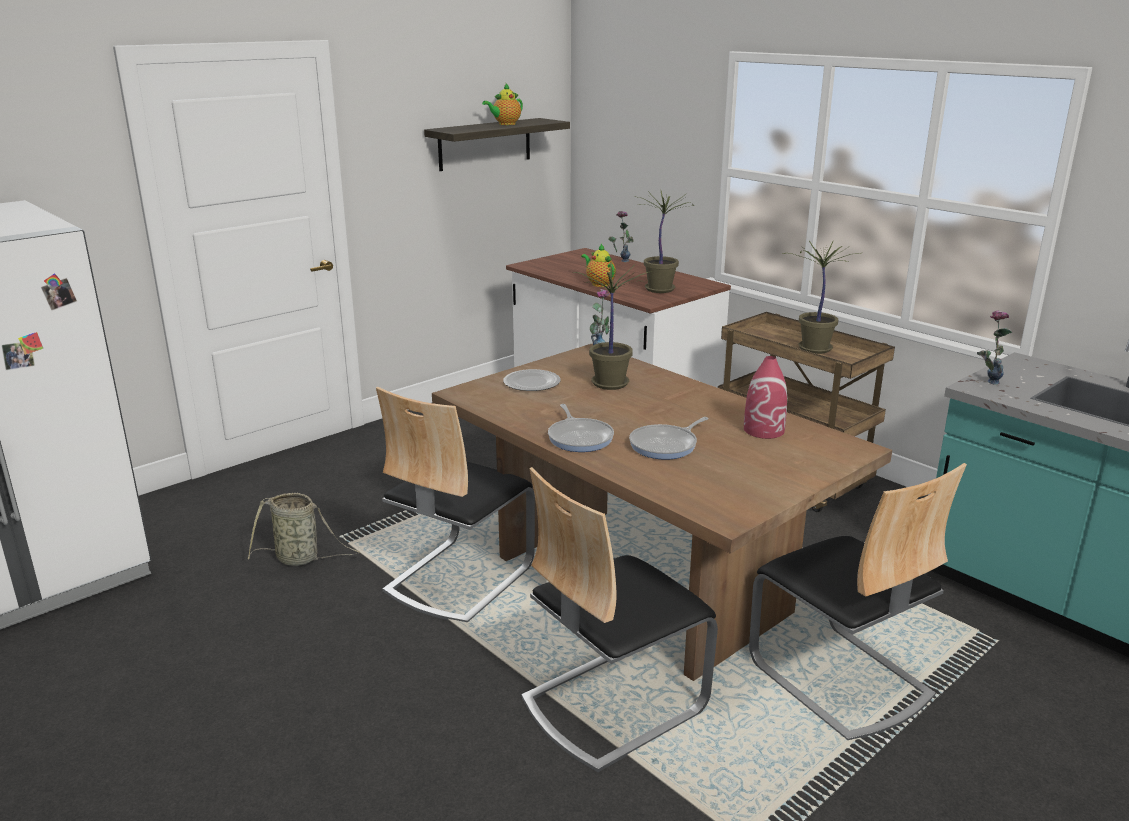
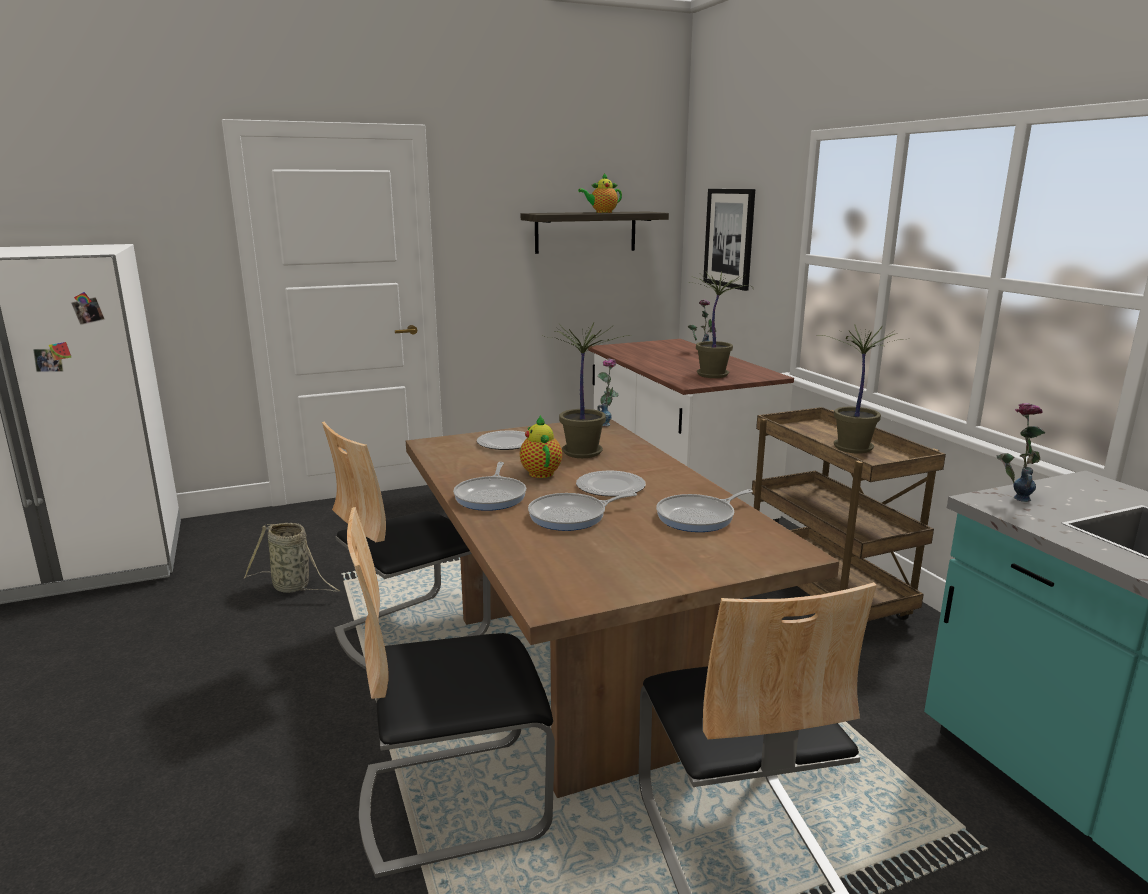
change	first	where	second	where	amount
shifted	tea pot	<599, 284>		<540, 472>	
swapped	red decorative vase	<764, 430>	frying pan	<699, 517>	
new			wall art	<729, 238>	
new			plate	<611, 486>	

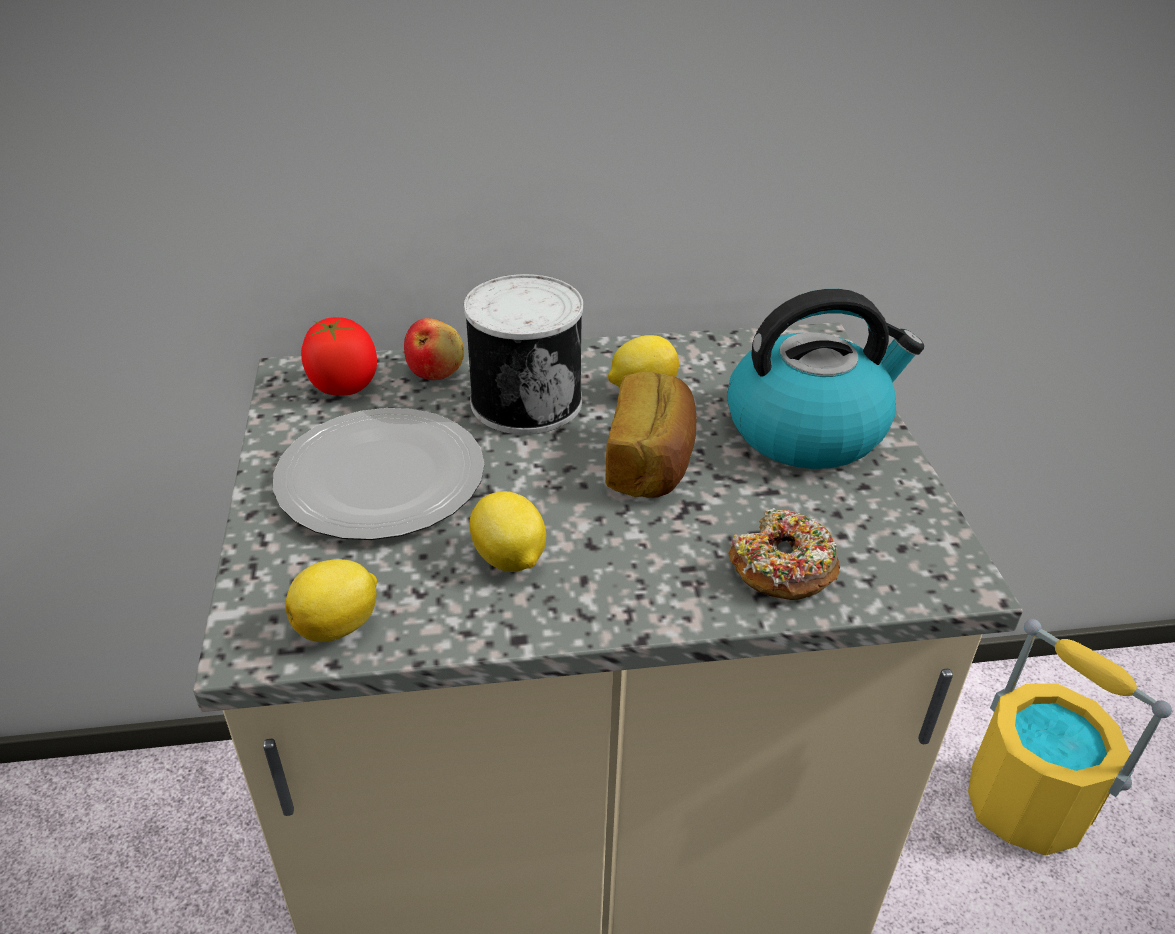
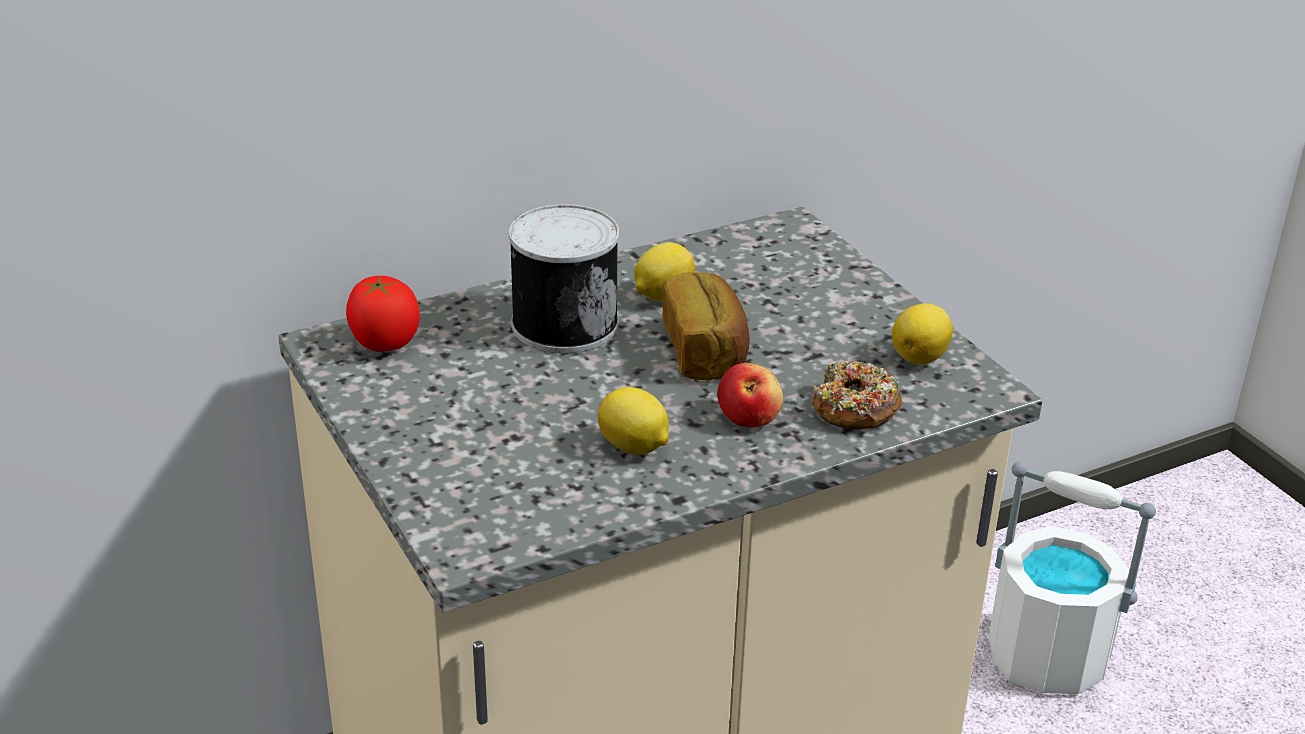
change	first	where	second	where	amount
gone	kettle	<808, 429>			
shifted	apple fruit	<436, 371>		<749, 417>	
gone	plate	<378, 480>			
shifted	whole lemon	<339, 626>		<920, 357>	
repainted	yellow bucket	<1027, 804>	whitish bucket	<1048, 657>	

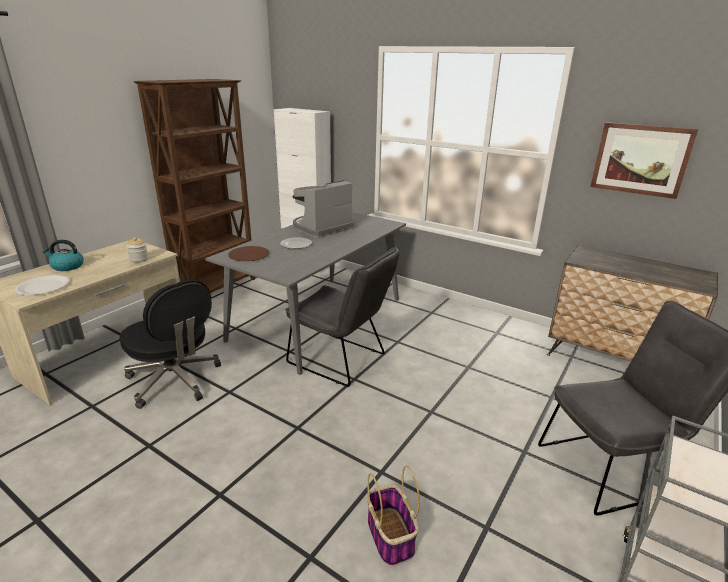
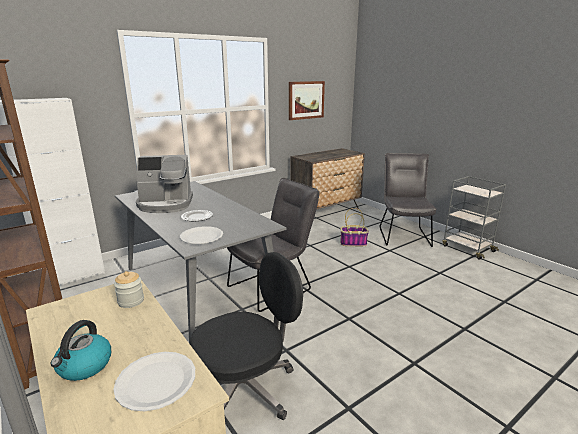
change	first	where	second	where	amount
rotated	coffee maker	<321, 228>		<165, 204>	75 degrees counterclockwise
repainted	brown plate	<249, 255>	whitish plate	<201, 236>	
shifted	basket	<391, 537>		<353, 243>	

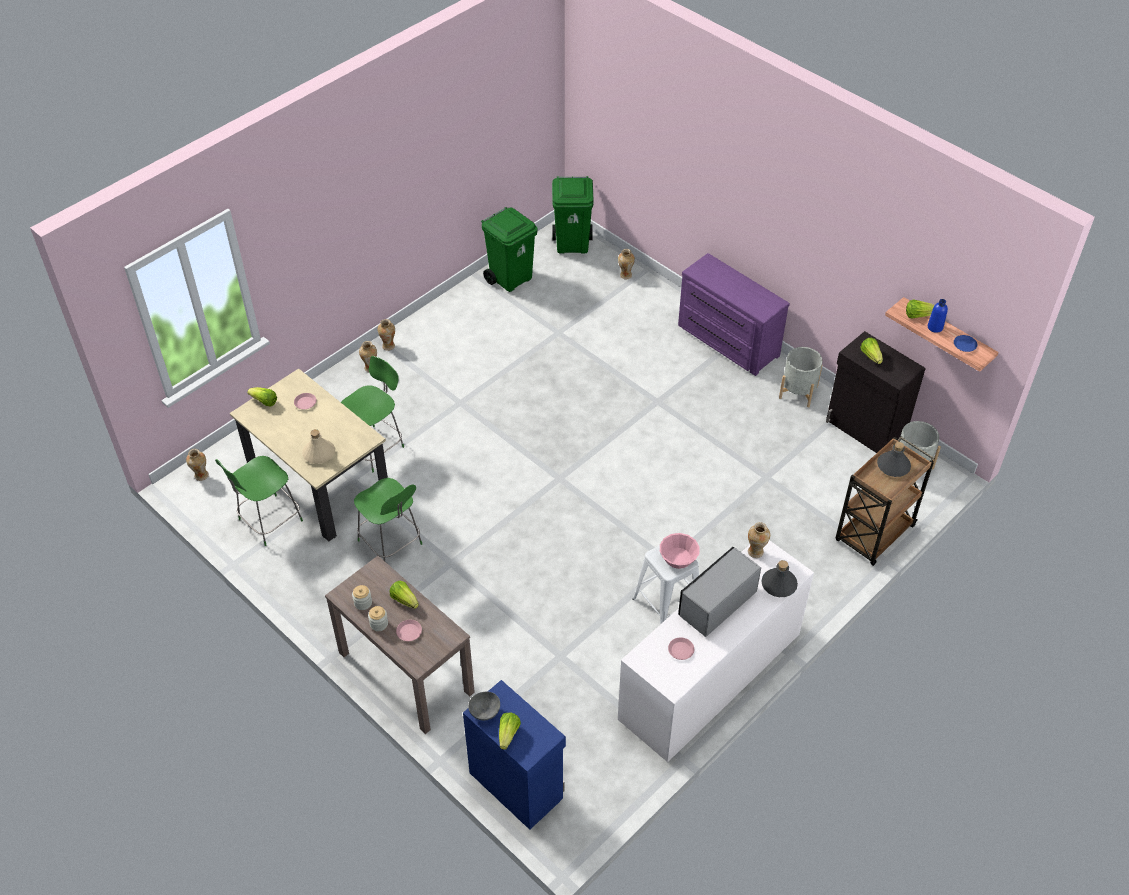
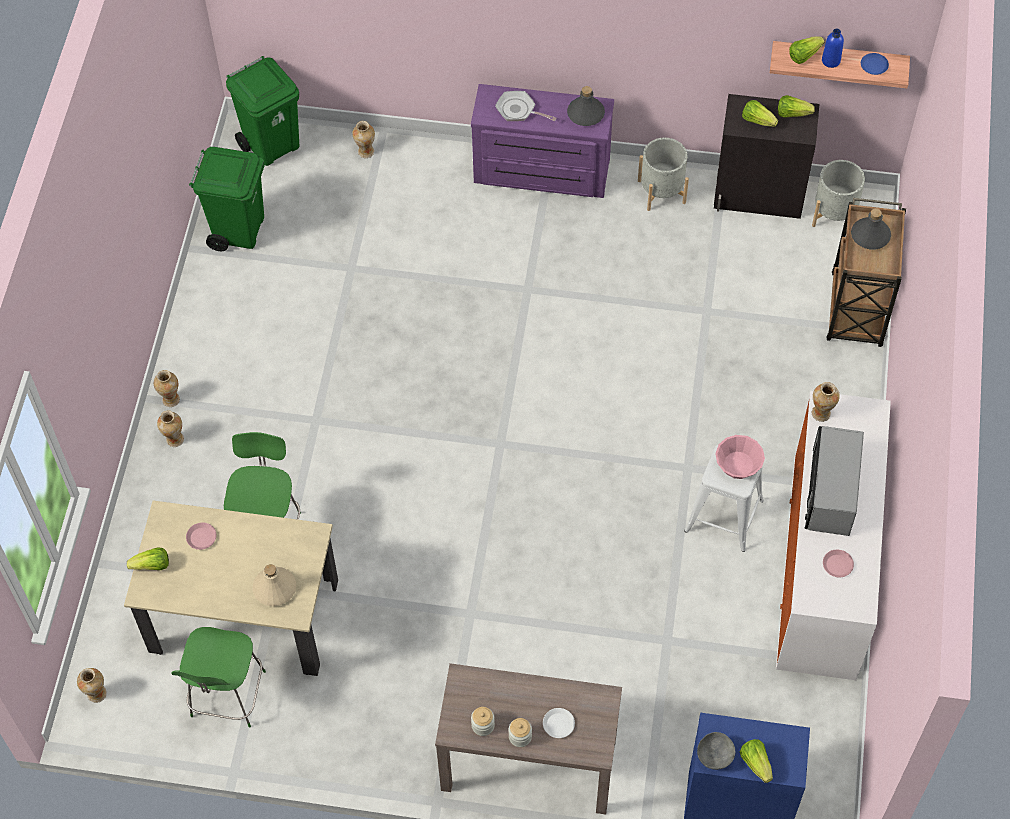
change	first	where	second	where	amount
gone	green plain chair	<391, 544>			
shifted	gray beverage bottle	<779, 584>		<586, 113>	
shifted	lettuce head	<404, 600>		<792, 113>	
repainted	pink plate	<409, 632>	whitish plate	<558, 724>	
new			frying pan	<518, 110>	

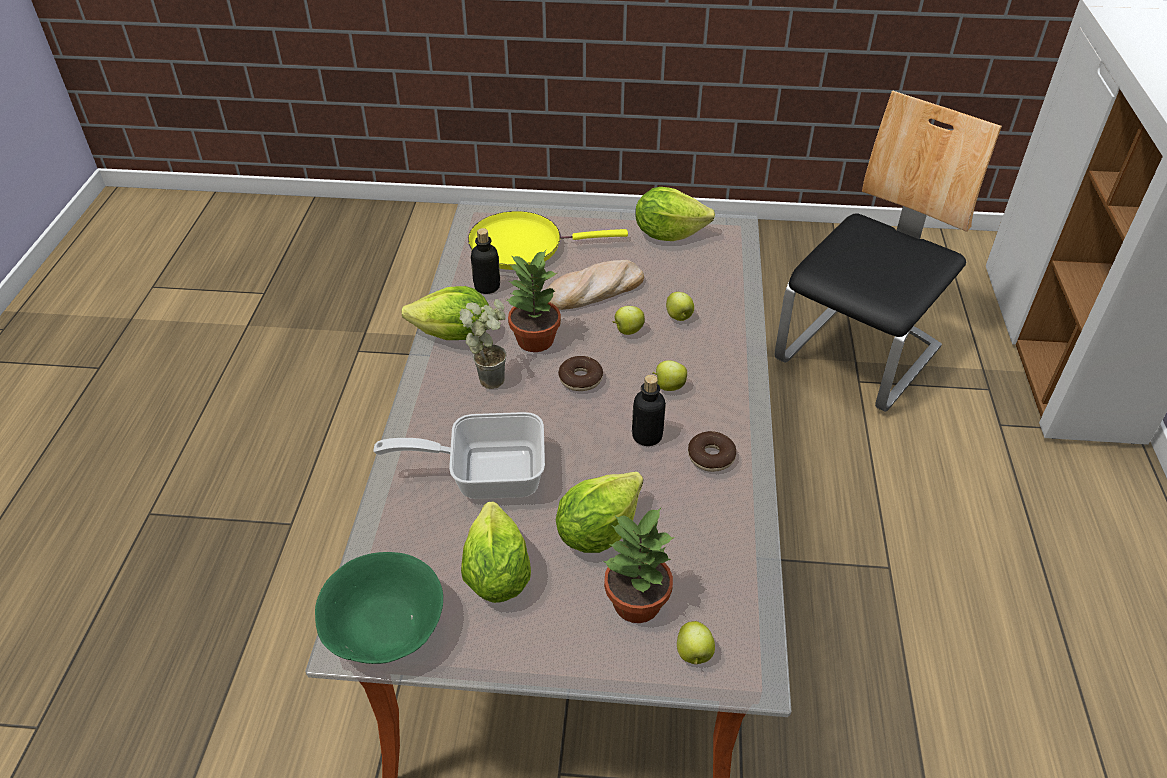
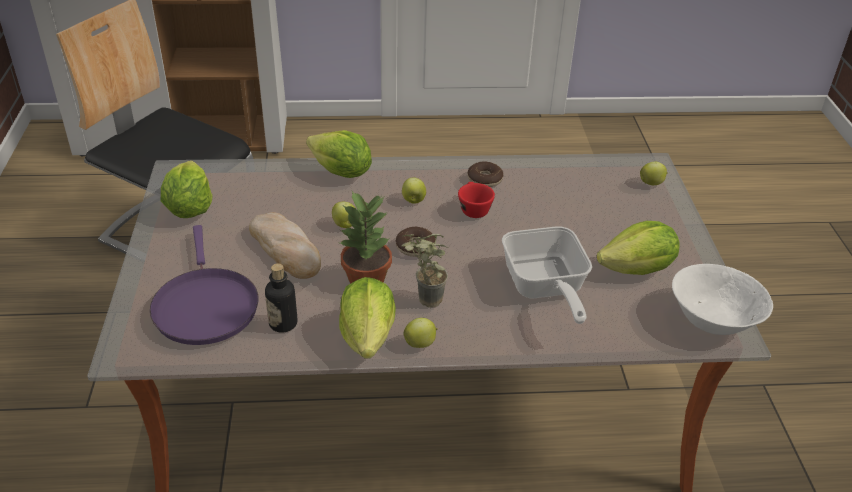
change	first	where	second	where	amount
repainted	yellow frying pan	<522, 245>	purple-coloured frying pan	<205, 306>	
shifted	apple fruit	<679, 317>		<420, 343>	
swapped	beverage bottle	<647, 436>	red small cup	<473, 208>	
shifted	lettuce head	<597, 530>		<341, 172>	
gone	potted plant	<635, 603>			
repainted	green deep dish	<383, 628>	whitish deep dish	<713, 319>	

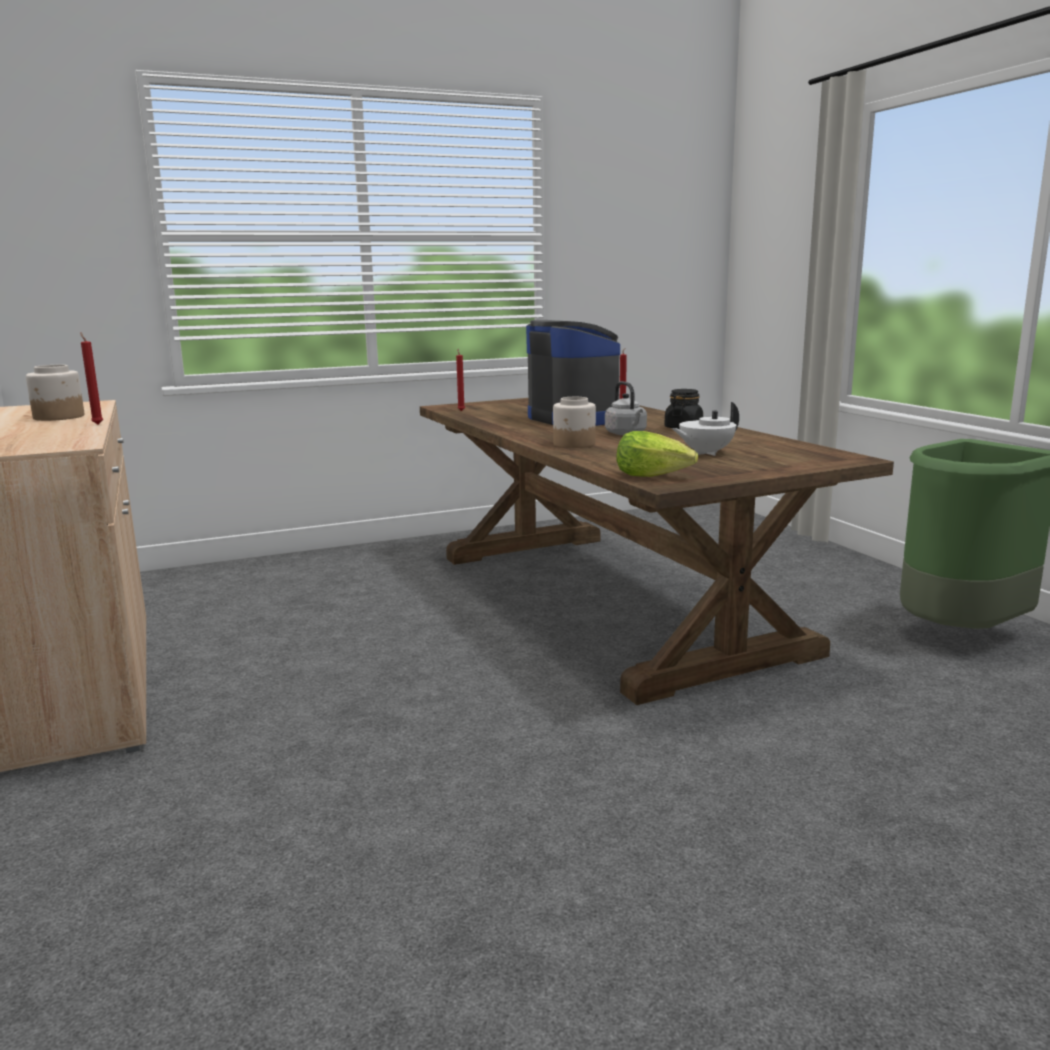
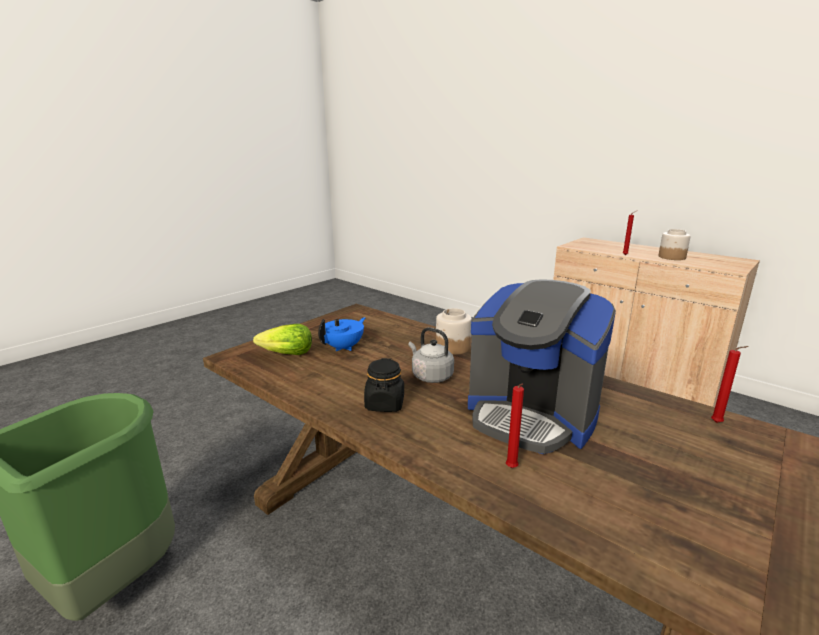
change	first	where	second	where	amount
repainted	whitish tea pot	<705, 453>	bluish tea pot	<344, 347>	
shifted	lettuce head	<653, 476>		<286, 354>	

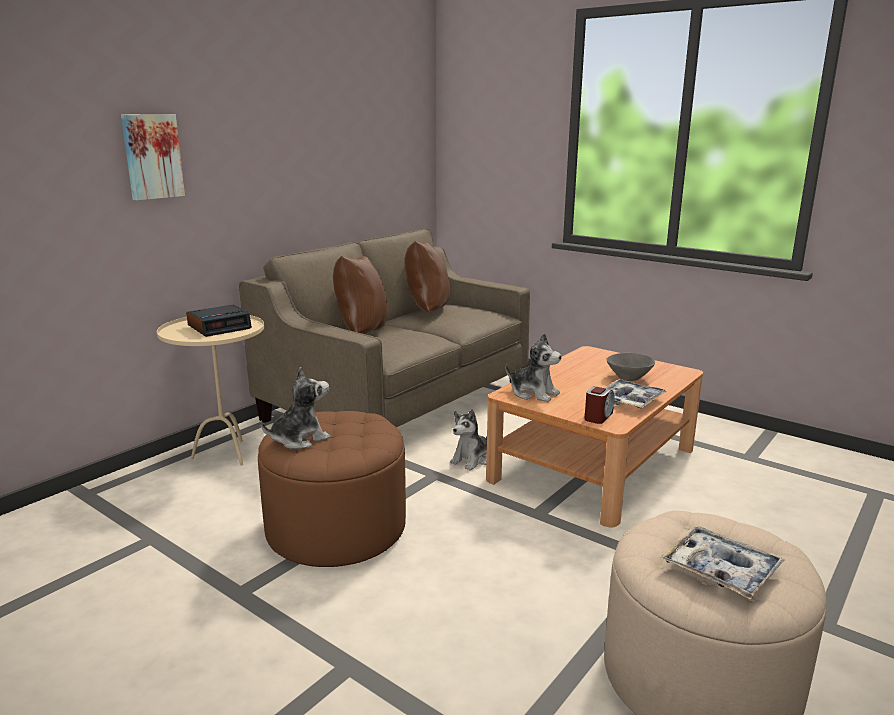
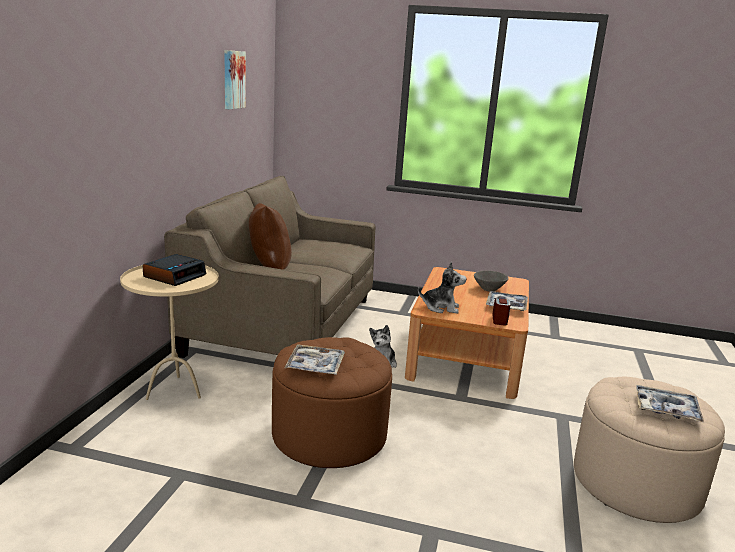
change	first	where	second	where	amount
shifted	wall art	<152, 156>		<232, 79>	
gone	brown pillow	<426, 311>			
swapped	soft toy	<299, 439>	carrying tray	<315, 366>	

